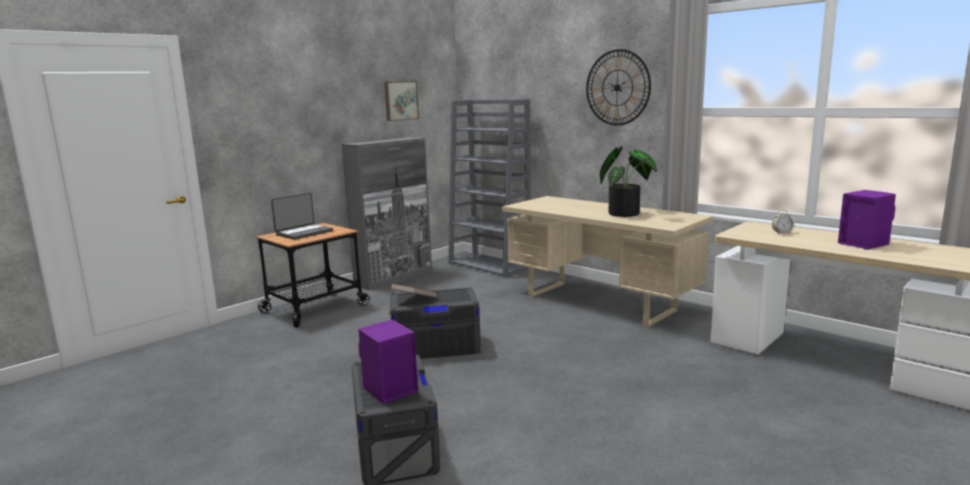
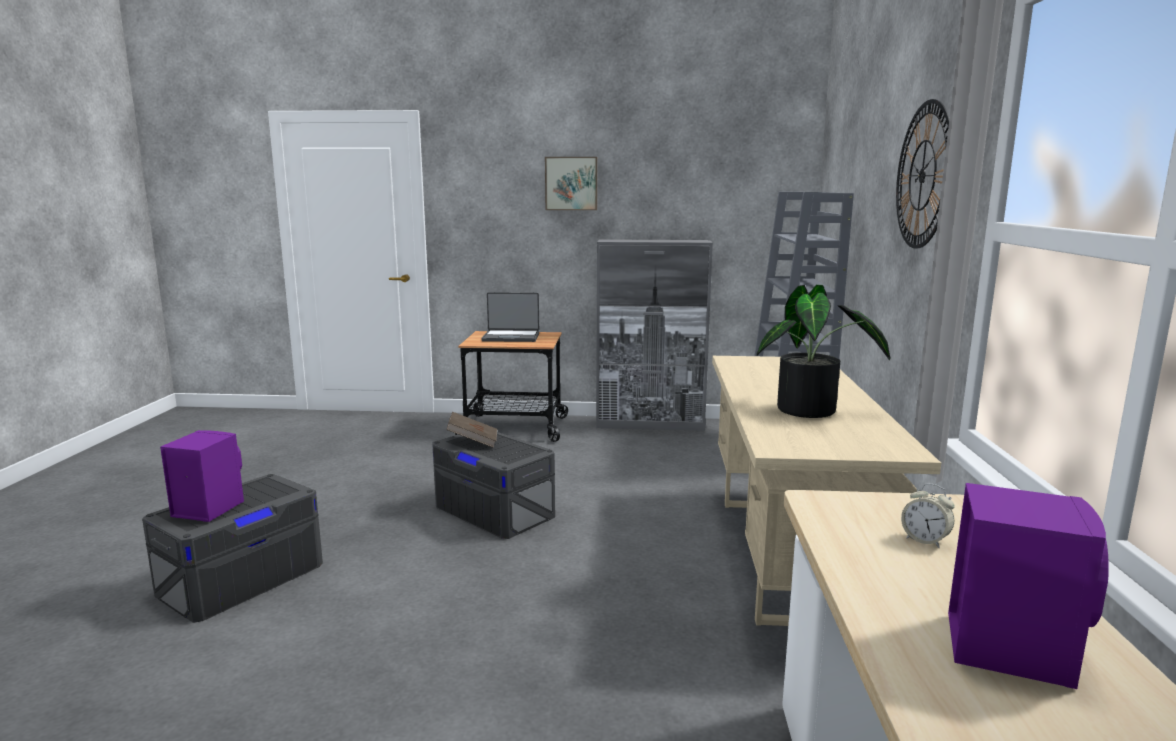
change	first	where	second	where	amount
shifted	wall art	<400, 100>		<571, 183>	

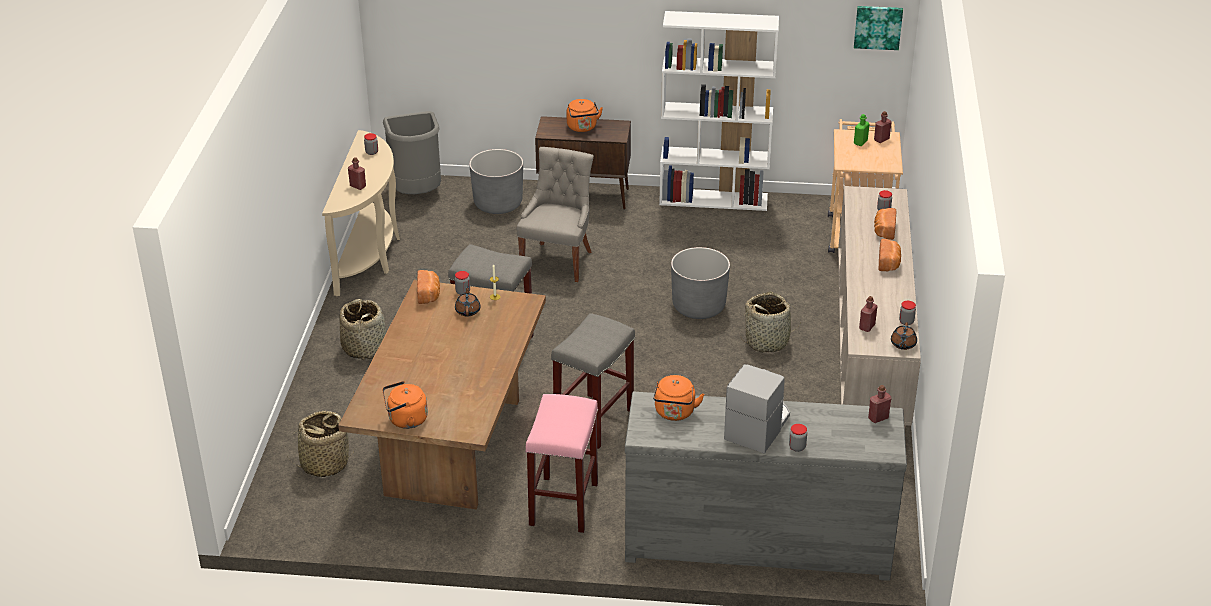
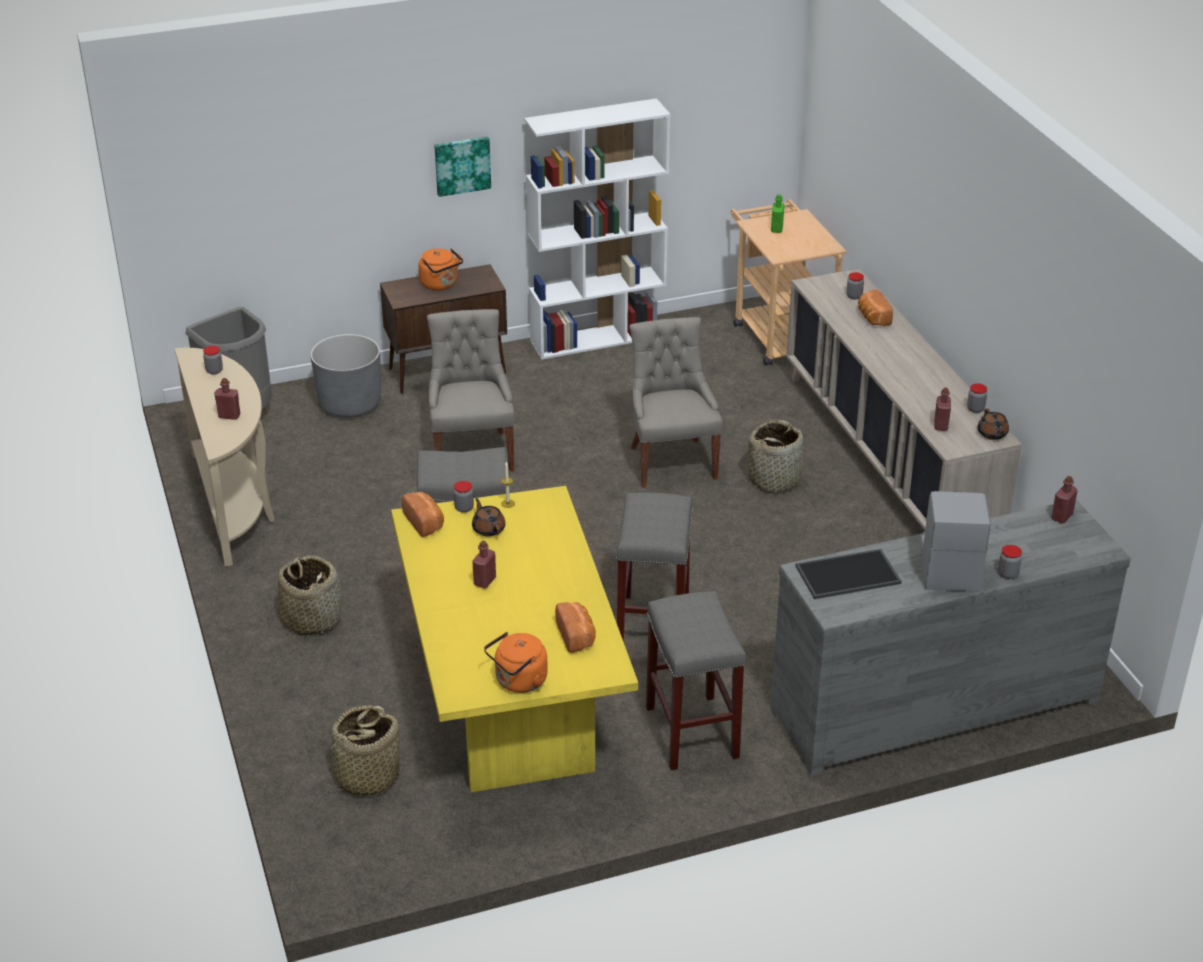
change	first	where	second	where	amount
shifted	wall art	<878, 27>		<462, 165>	
shifted	red beverage bottle	<881, 139>		<485, 581>	
shifted	baked bread	<889, 263>		<577, 636>	
swapped	gray flower pot	<698, 306>	gray plain chair	<671, 461>	
repainted	brown dinner table	<453, 446>	yellow dinner table	<510, 705>	
swapped	orange-coloured kettle	<675, 413>	carrying tray	<847, 576>	
repainted	pink stool seat	<564, 505>	gray stool seat	<693, 733>	

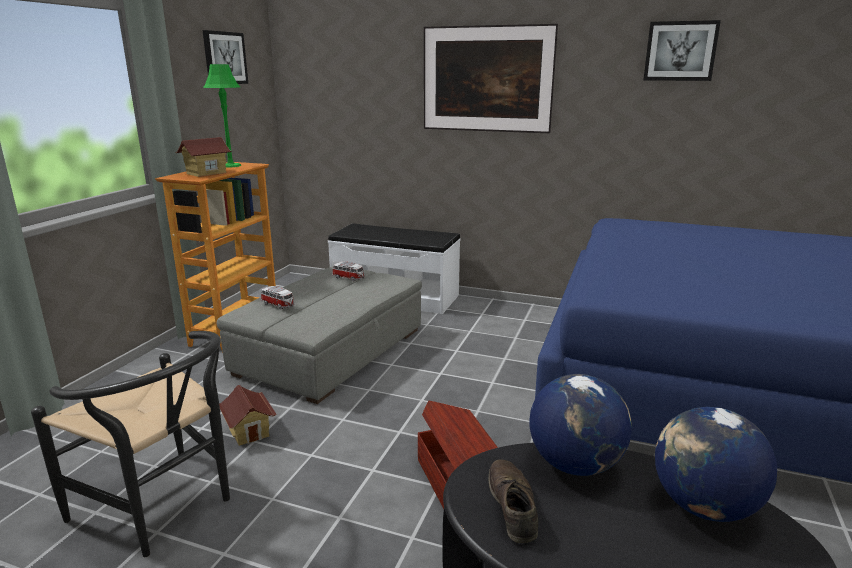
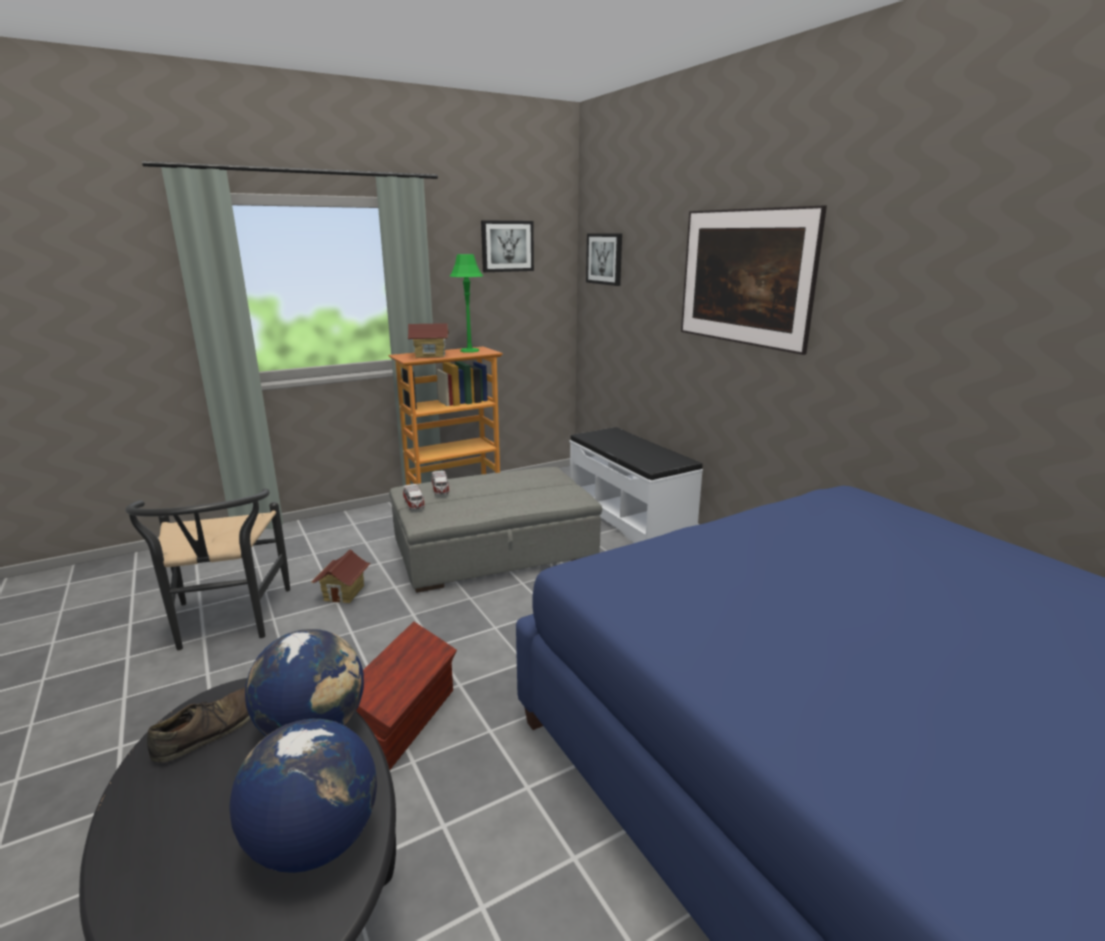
change	first	where	second	where	amount
shifted	wall art	<680, 51>		<605, 259>	
shifted	model car	<349, 278>		<414, 504>	

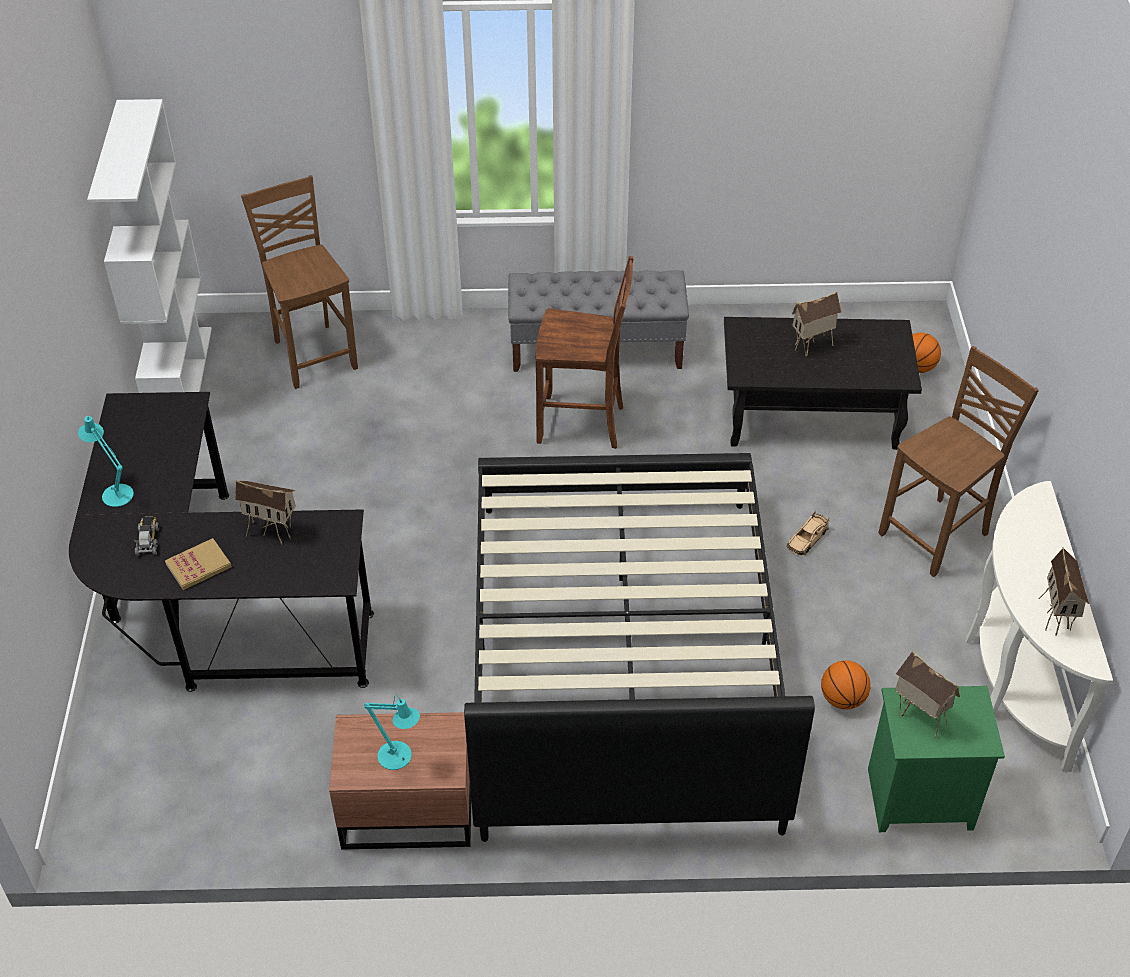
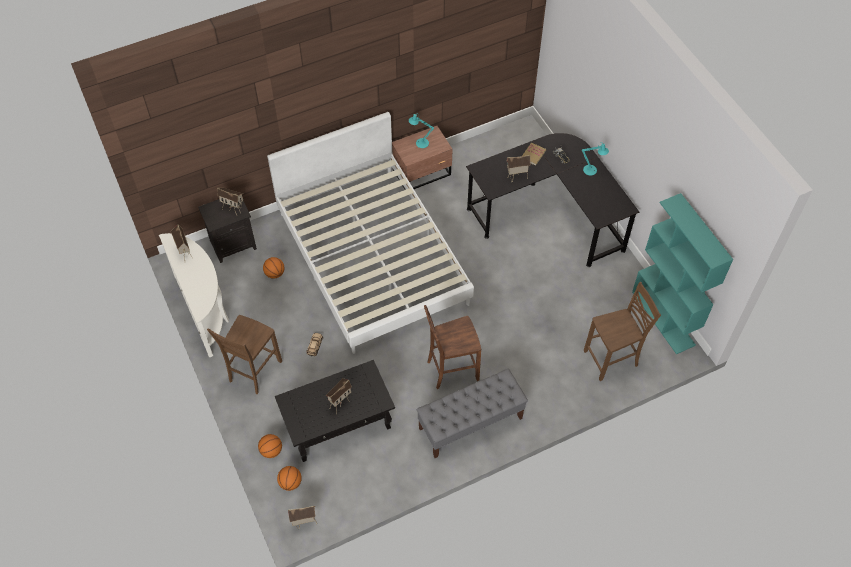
change	first	where	second	where	amount
repainted	whitish bookshelf	<180, 378>	blue-green bookshelf	<664, 318>	
rotated	brown plain chair	<314, 354>		<612, 359>	60 degrees counterclockwise
repainted	black-coloured bedroom bed	<621, 658>	whitish bedroom bed	<372, 257>	
repainted	green bedside table	<918, 800>	black-coloured bedside table	<233, 244>	
new			basketball	<271, 451>	
new			model house	<305, 523>	

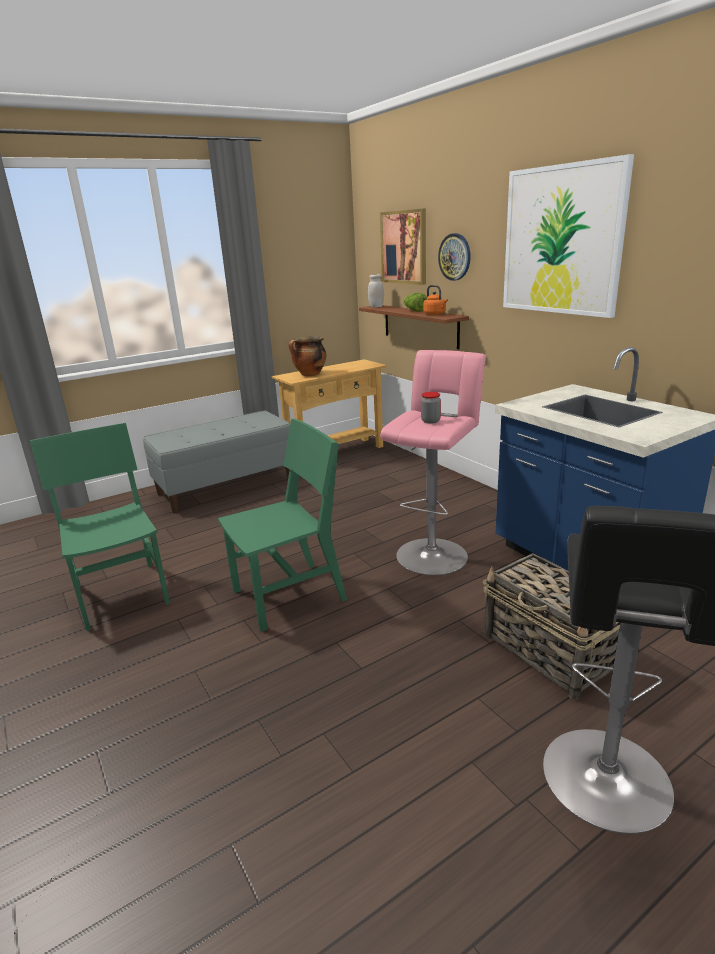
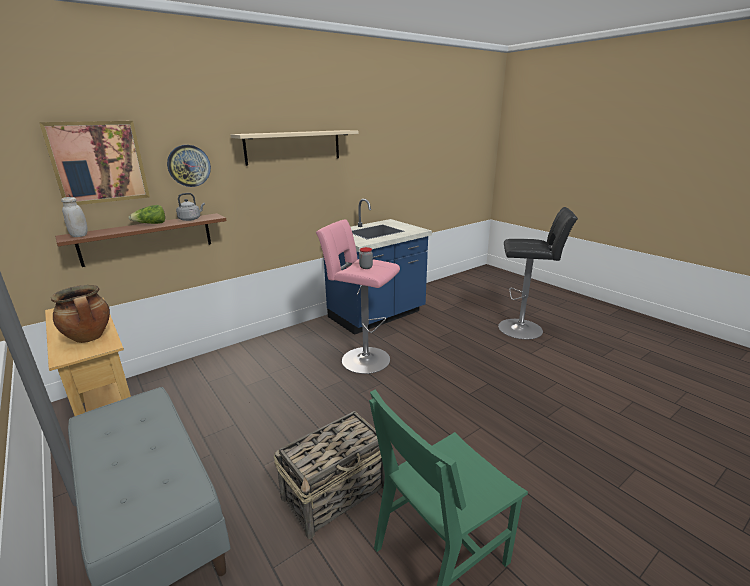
change	first	where	second	where	amount
swapped	wall art	<562, 240>	sand-coloured shelf	<293, 147>	
repainted	orange-coloured kettle	<435, 314>	gray kettle	<191, 219>	
gone	green plain chair	<289, 595>			
shifted	basket	<550, 652>		<336, 492>	

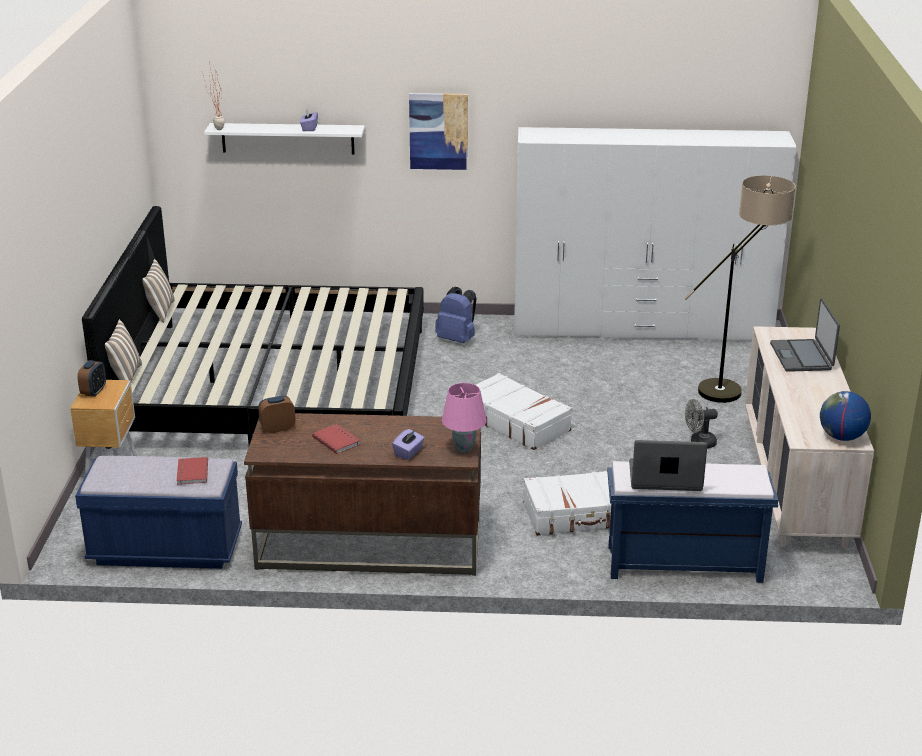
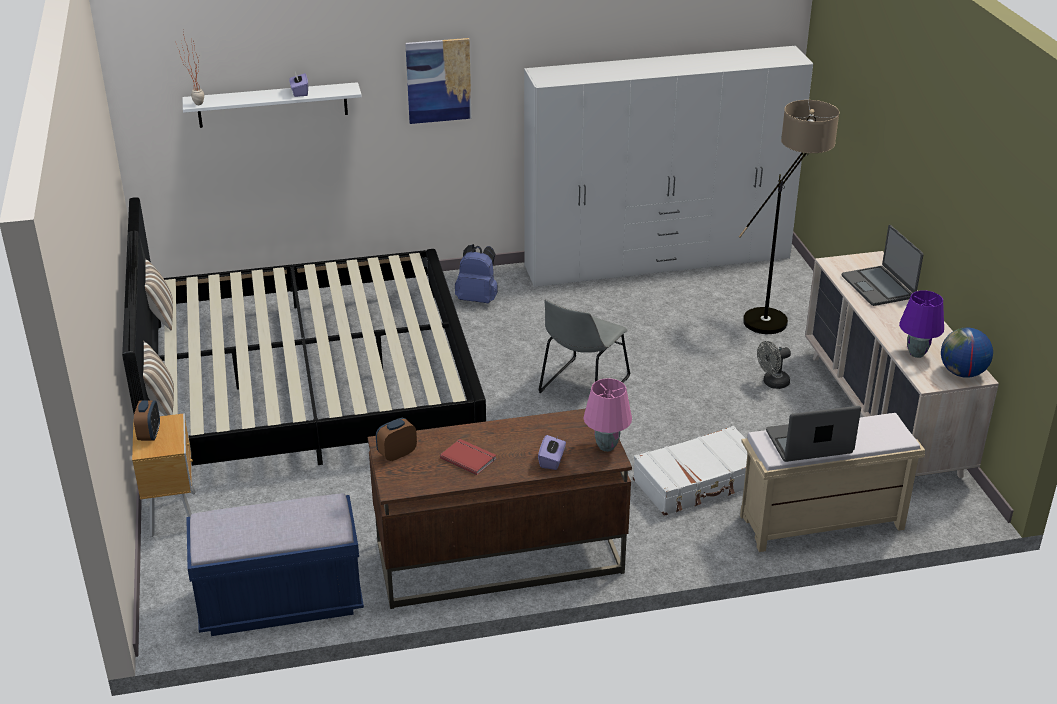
change	first	where	second	where	amount
swapped	whitish piece of luggage	<516, 421>	gray plain chair	<582, 386>	
gone	red bound book	<191, 472>			
repainted	bluish long seat	<682, 565>	sand-coloured long seat	<820, 523>	
new			purple-coloured lamp for a table	<916, 353>	

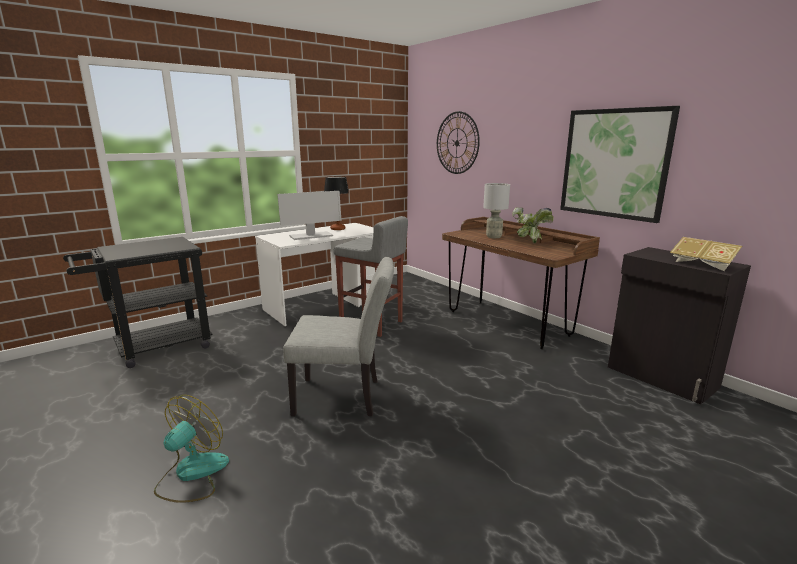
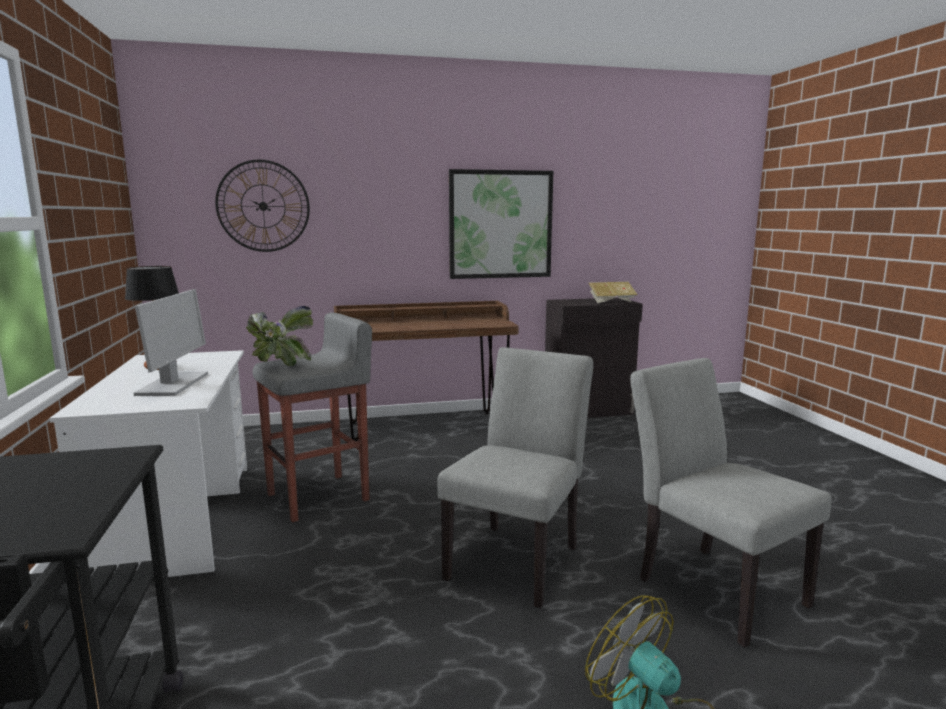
change	first	where	second	where	amount
gone	gray lamp for a table	<493, 237>			
shifted	potted plant	<528, 242>		<280, 366>	
new			gray plain chair	<711, 586>	

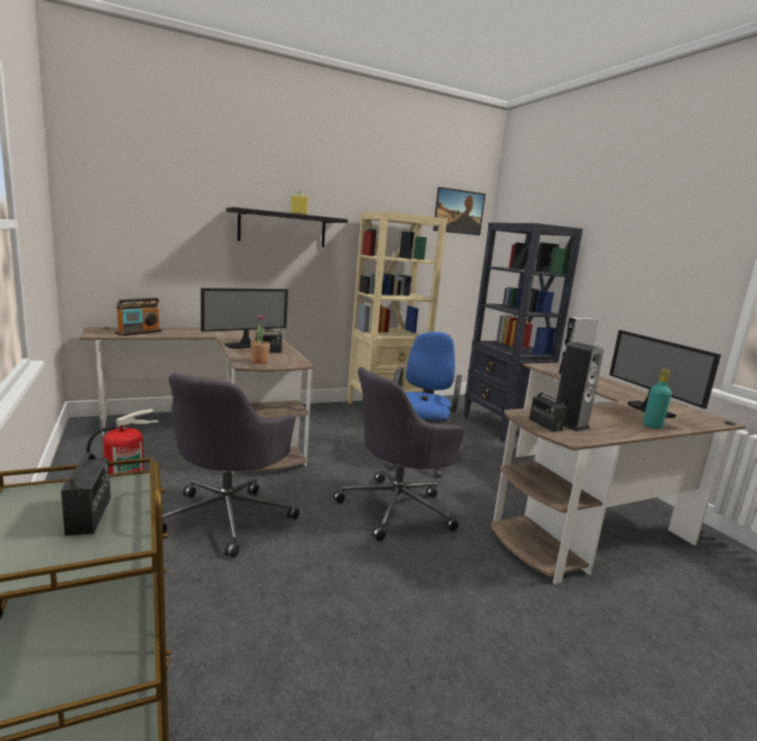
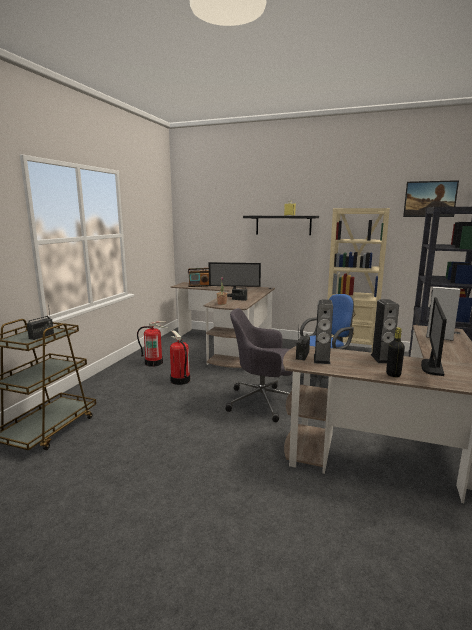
change	first	where	second	where	amount
repainted	blue-green beverage bottle	<652, 426>	black-coloured beverage bottle	<393, 374>	
swapped	gray computer chair	<229, 516>	extinguisher	<180, 380>	
new			loudspeaker	<382, 358>	

